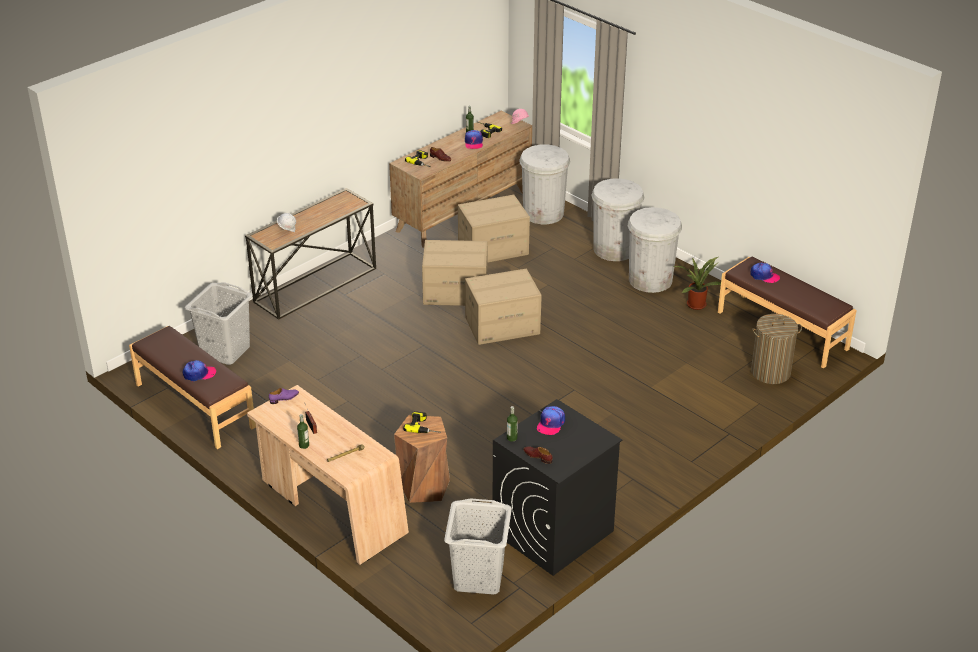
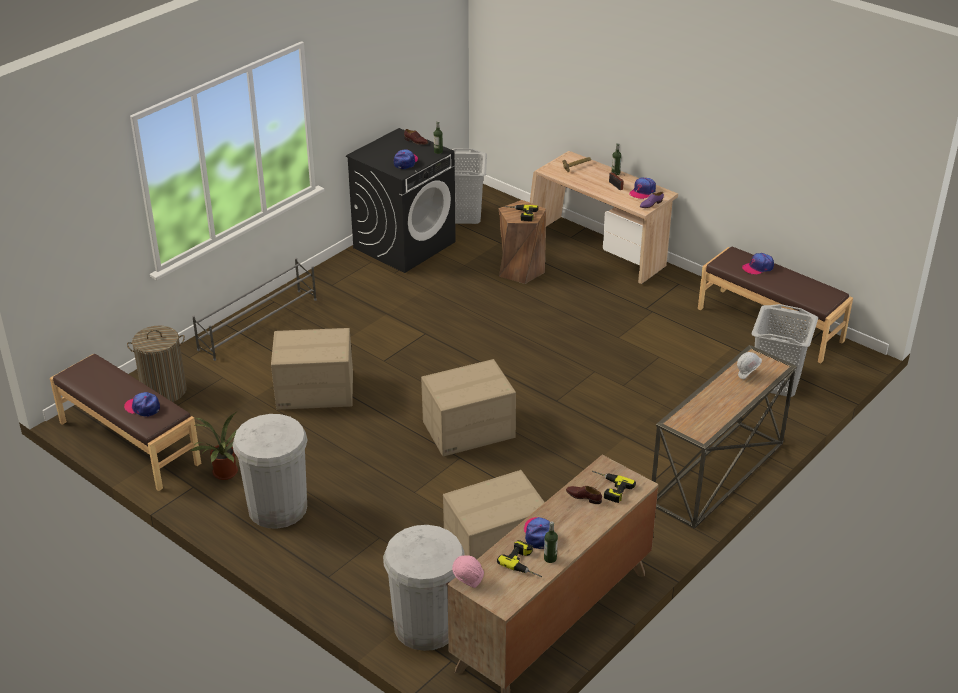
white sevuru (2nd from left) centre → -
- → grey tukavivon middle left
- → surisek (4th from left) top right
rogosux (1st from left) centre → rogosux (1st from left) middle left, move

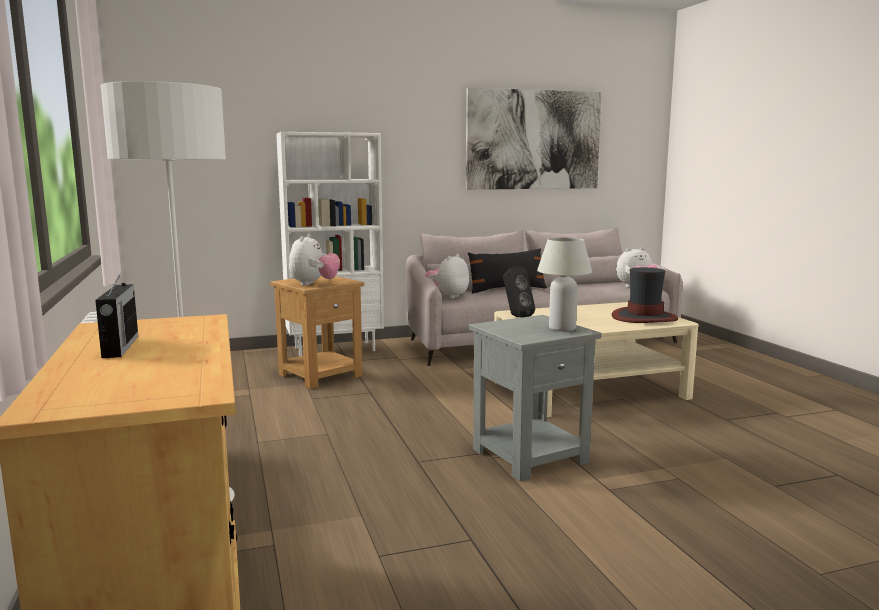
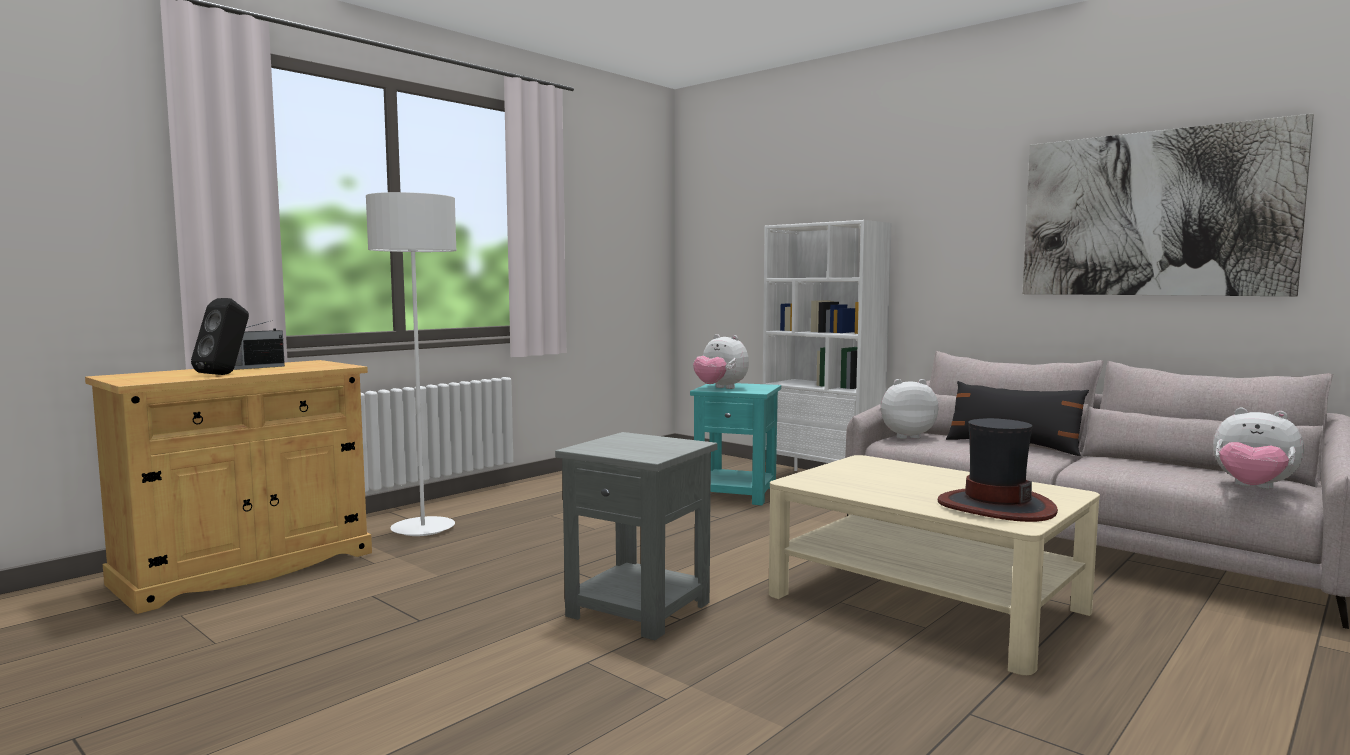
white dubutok centre → -
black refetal centre → black refetal middle left, move
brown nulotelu centre → turquoise nulotelu centre
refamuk (1st from left) centre, 60 degrees clockwise

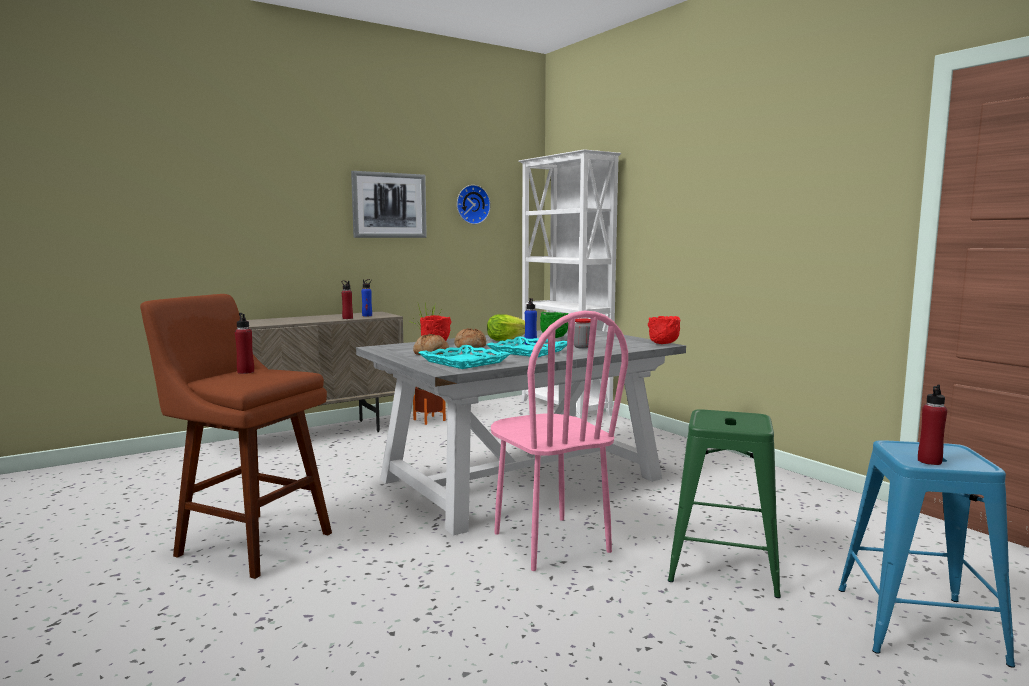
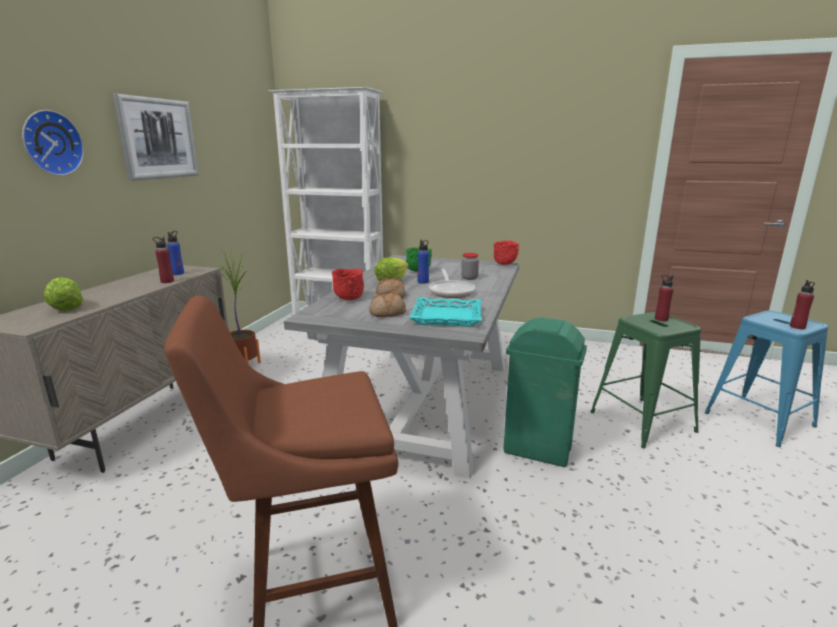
- → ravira (1st from left) middle left
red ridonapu (1st from left in the first image) middle left → red ridonapu (2nd from left) middle right, move
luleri top centre → luleri top left, move
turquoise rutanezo (2nd from left) centre → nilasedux centre
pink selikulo centre → green sevuru centre

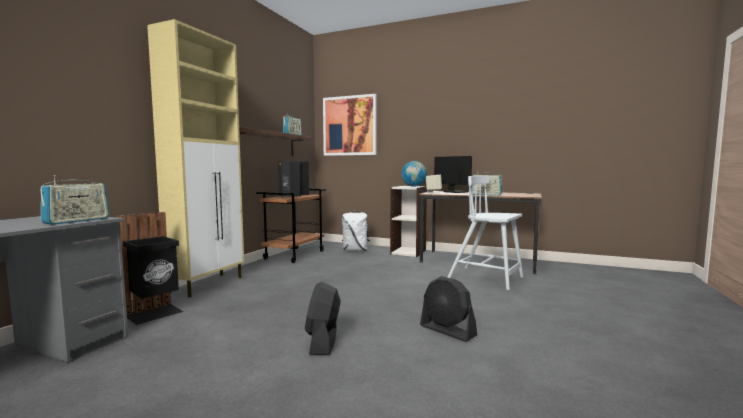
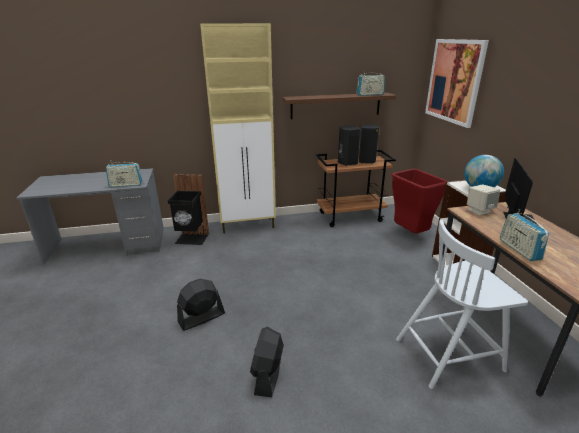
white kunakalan centre → red sevuru middle right
white selikulo centre → white selikulo bottom right, 105 degrees counterclockwise

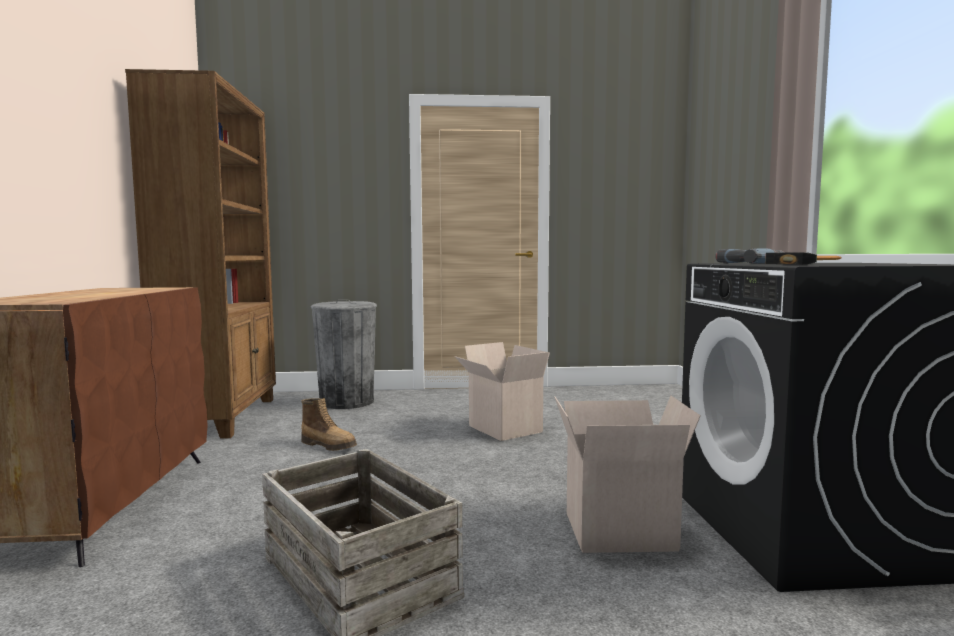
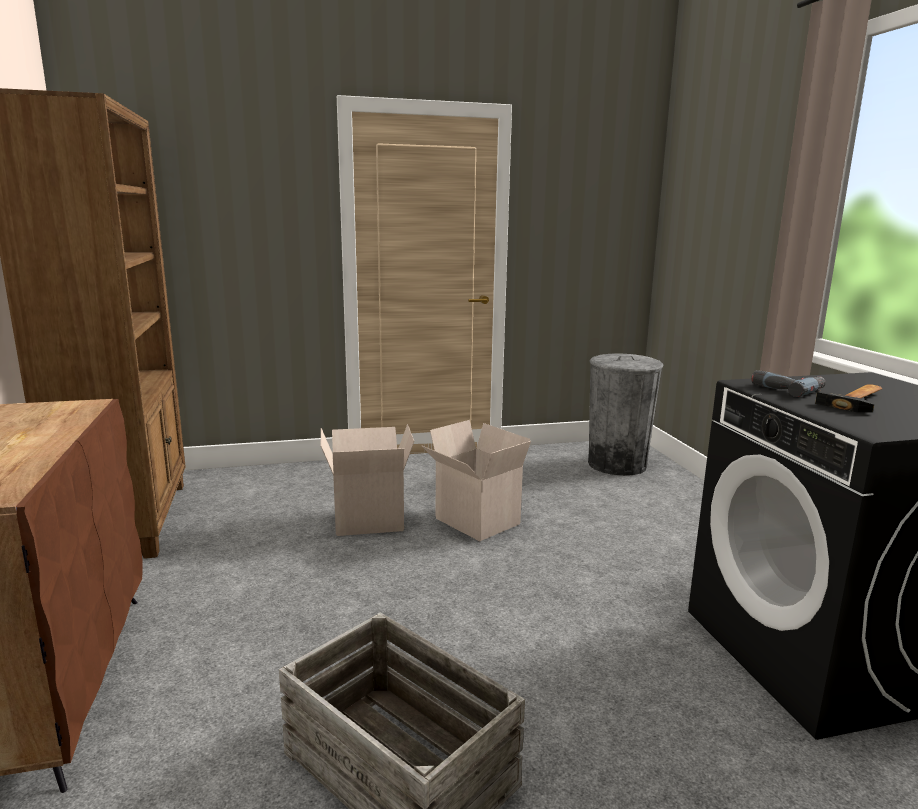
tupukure bottom centre → -
grey sevuru centre → grey sevuru middle right, move
rogosux (2nd from left in the first image) bottom centre → rogosux (1st from left) centre, move

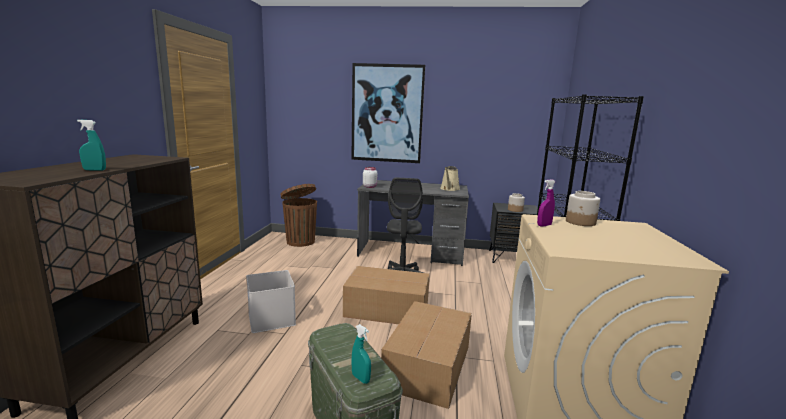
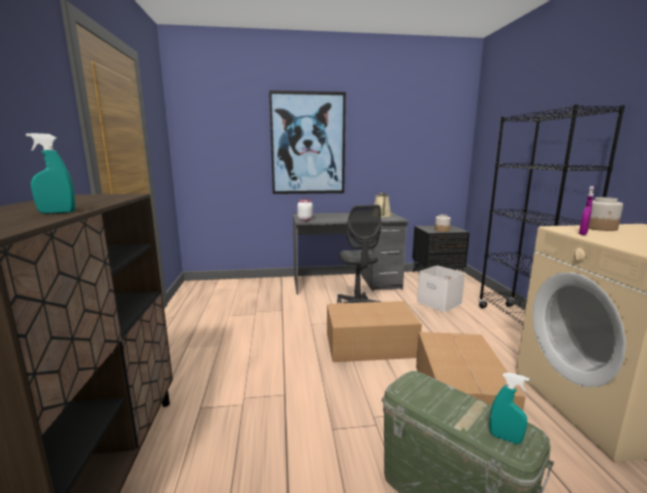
brown sevuru centre → -
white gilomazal bottom centre → white gilomazal middle right, move

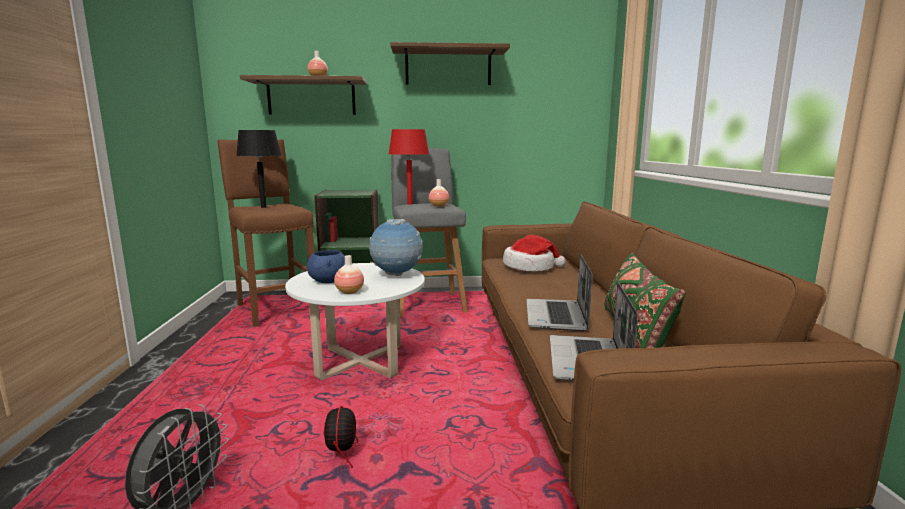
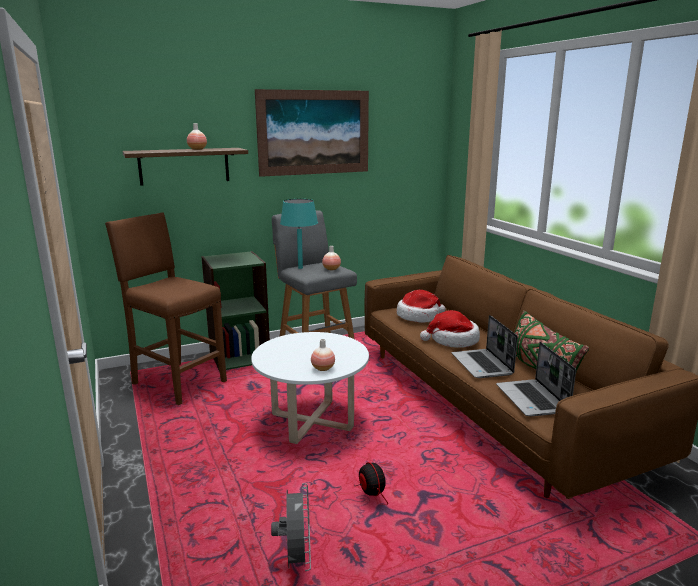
black dubutok top left → -
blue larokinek centre → -
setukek centre → -
- → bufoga (2nd from left) centre
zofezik (2nd from left) top centre → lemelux top centre
red dubutok top centre → turquoise dubutok centre

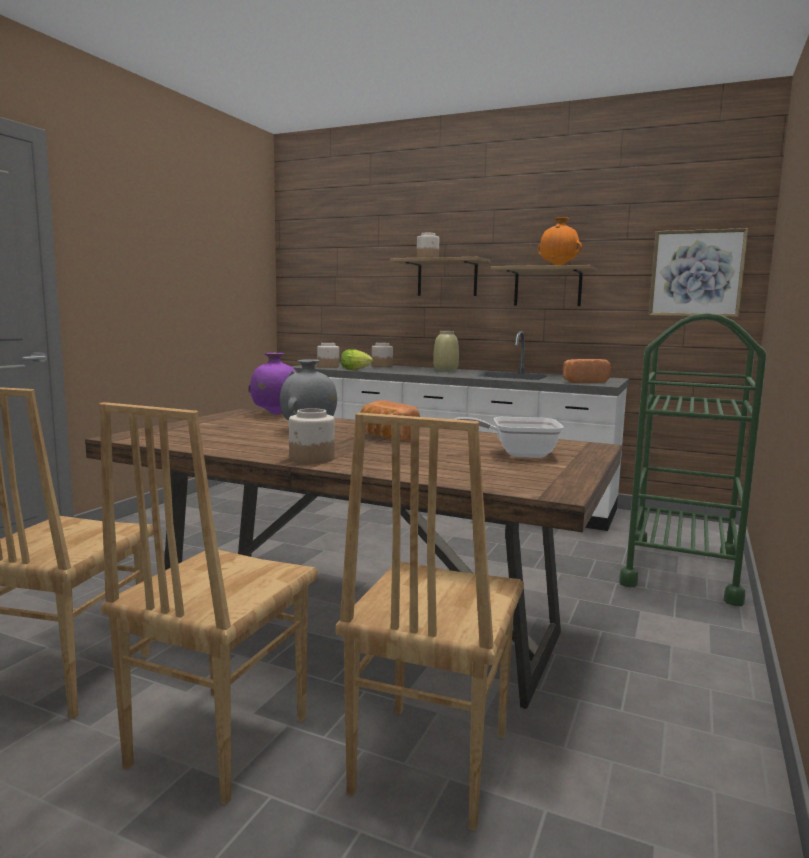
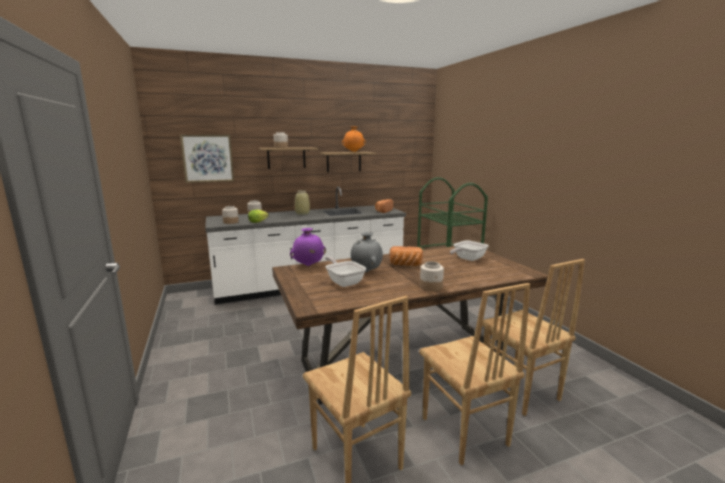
- → nilasedux (1st from left) centre
lemelux top right → lemelux top left, move

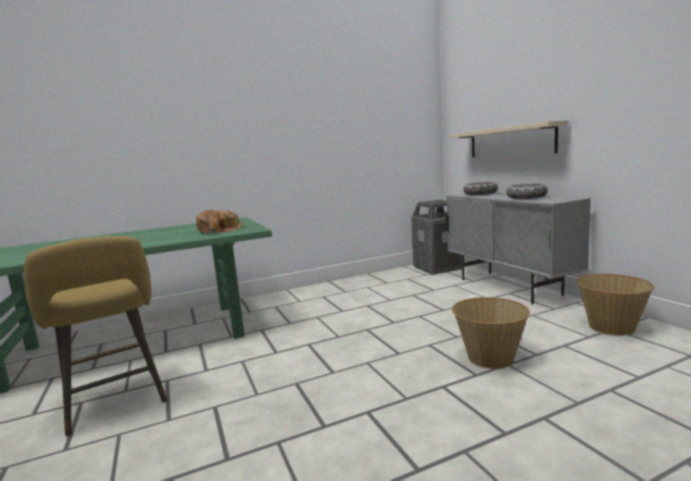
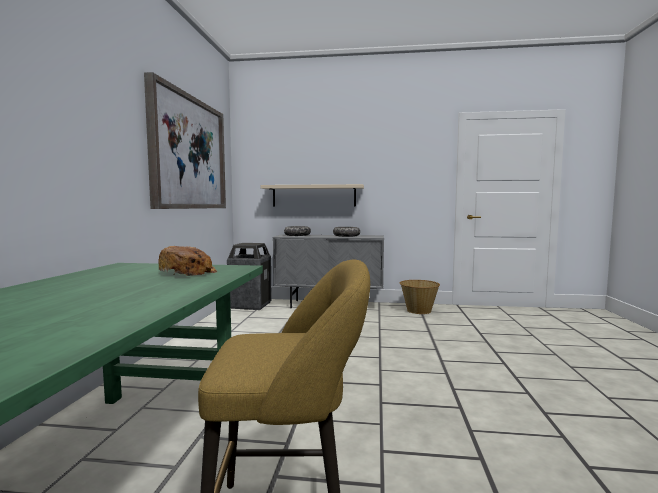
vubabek (1st from left) bottom right → -
- → lemelux top left

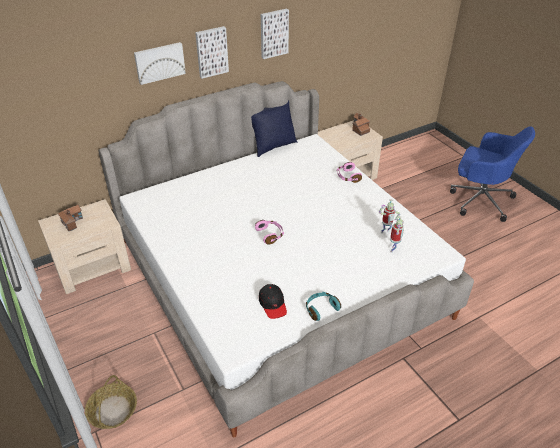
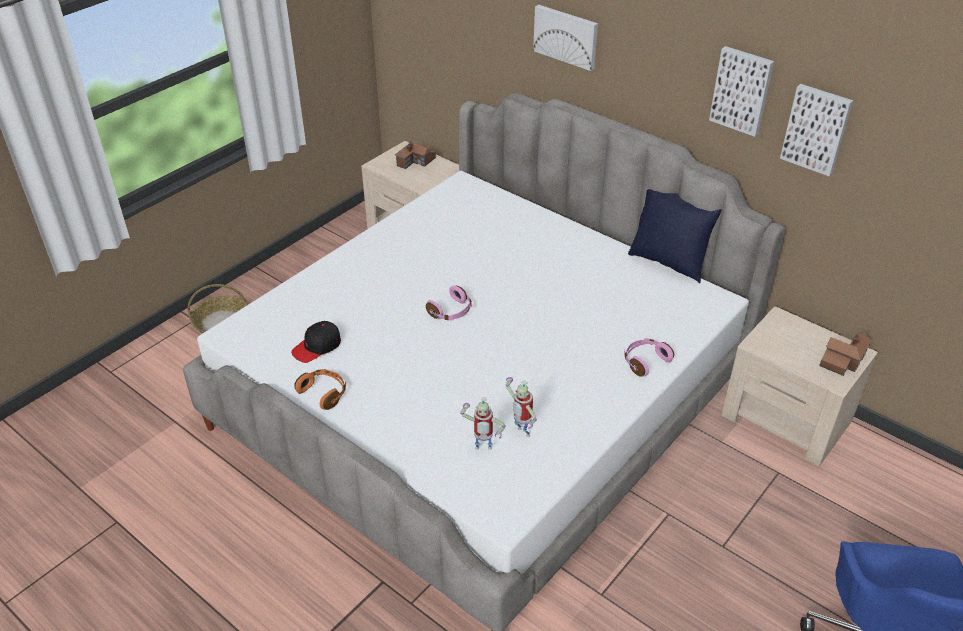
lemelux (2nd from left in the first image) top centre → lemelux (3rd from left) top right, move
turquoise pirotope bottom centre → orange pirotope middle left

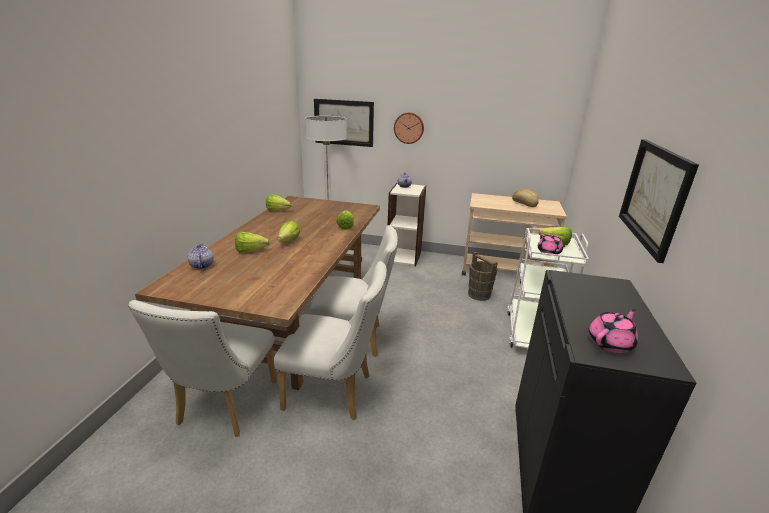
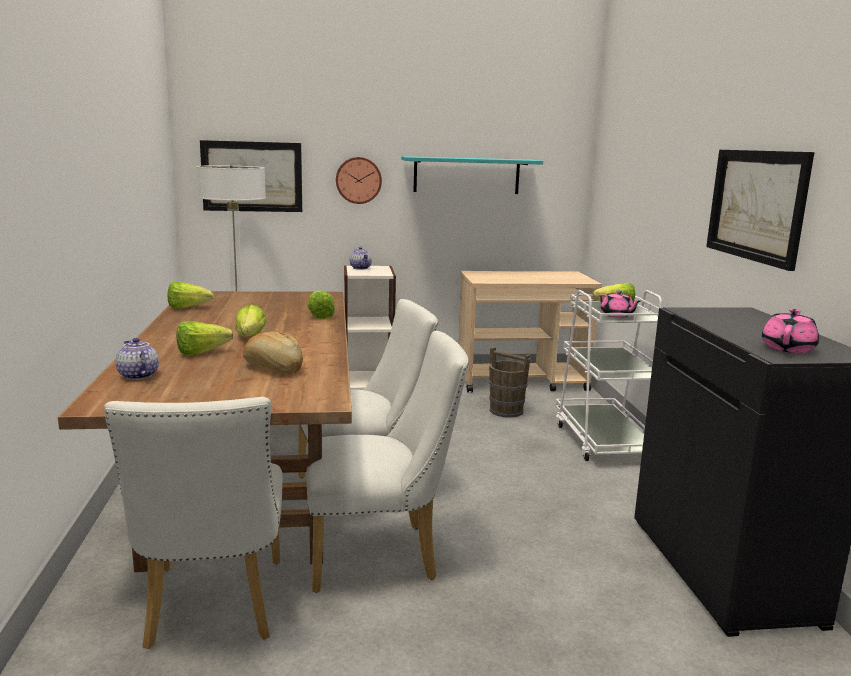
- → turquoise zofezik top centre
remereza middle right → remereza middle left, move

